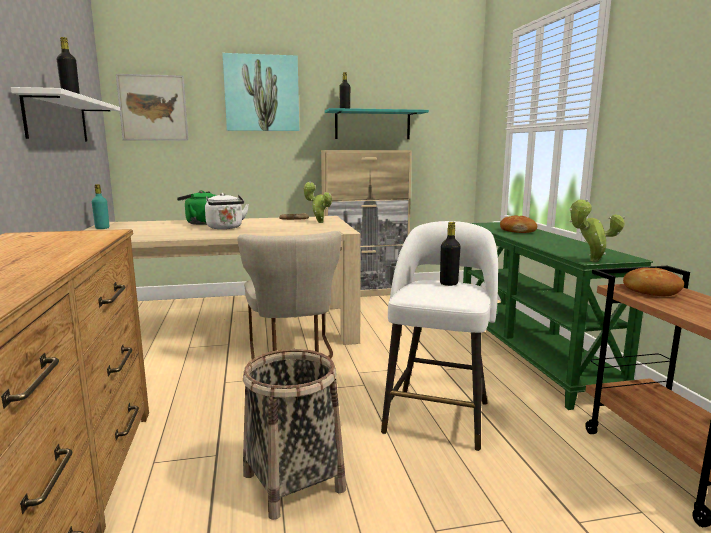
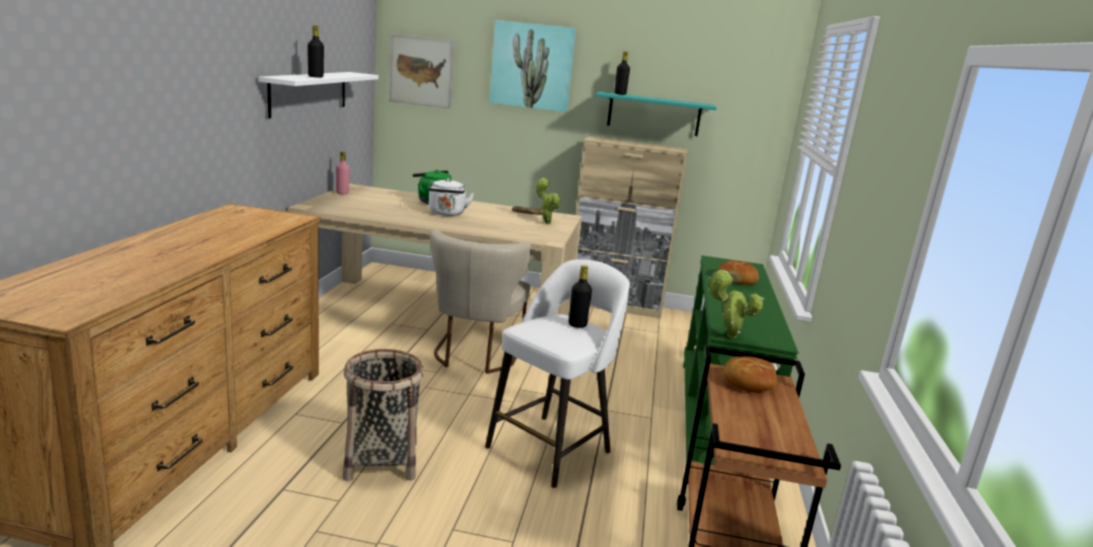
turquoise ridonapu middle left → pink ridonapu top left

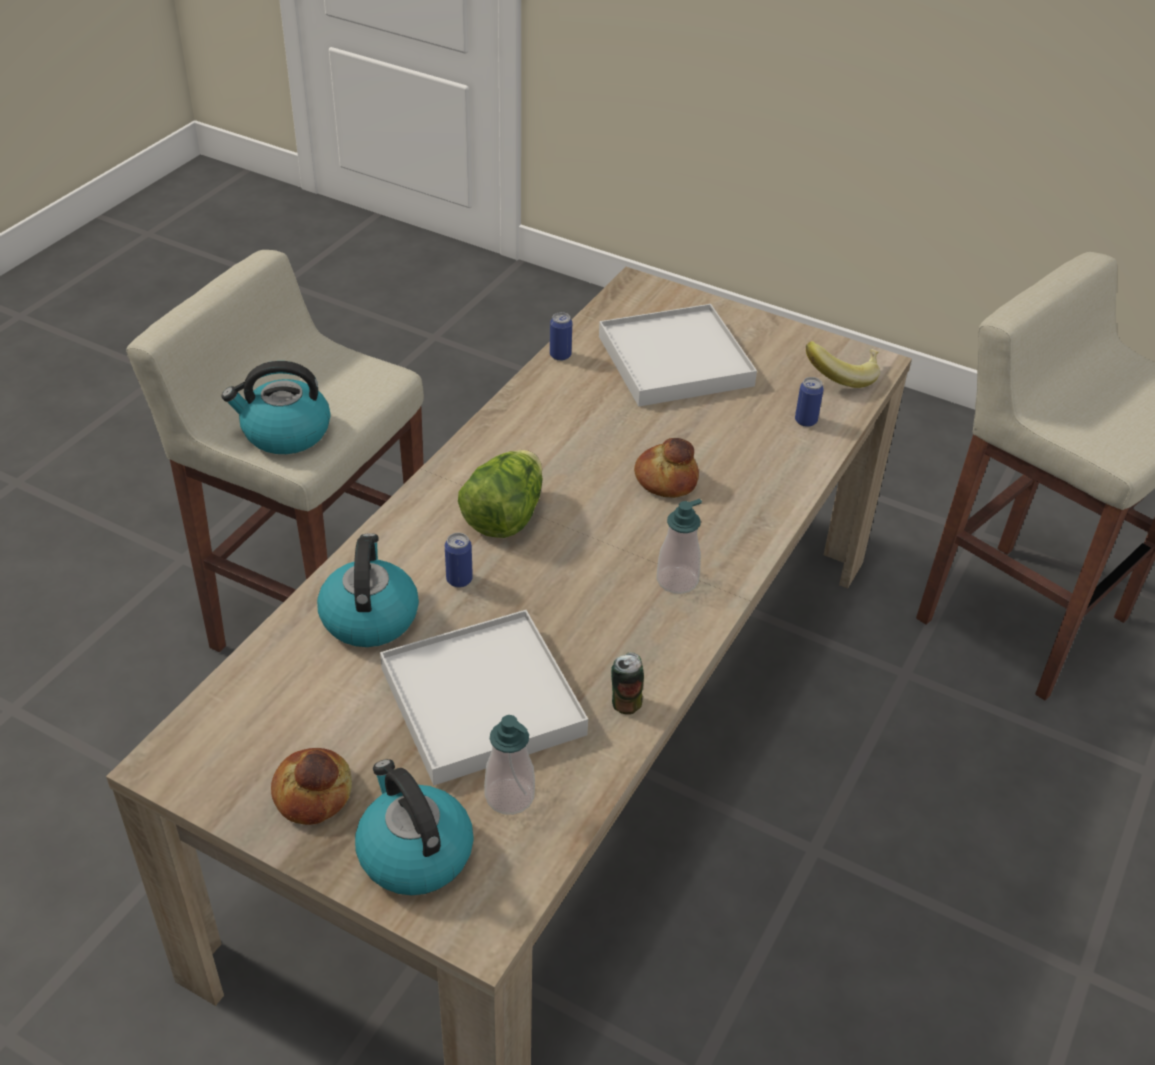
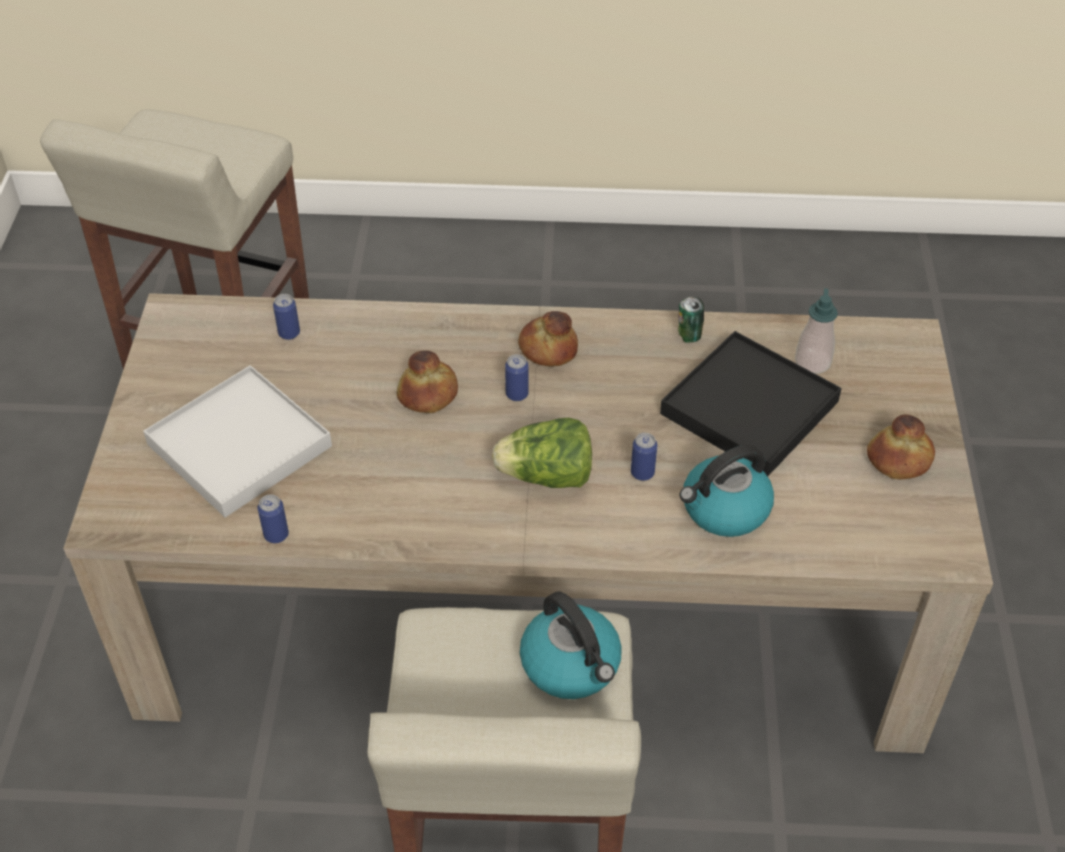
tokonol (3rd from left) bottom centre → -
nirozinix middle right → -
- → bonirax (3rd from left) centre
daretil (2nd from left) centre → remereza (2nd from left) centre
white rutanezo (1st from left) centre → black rutanezo middle right

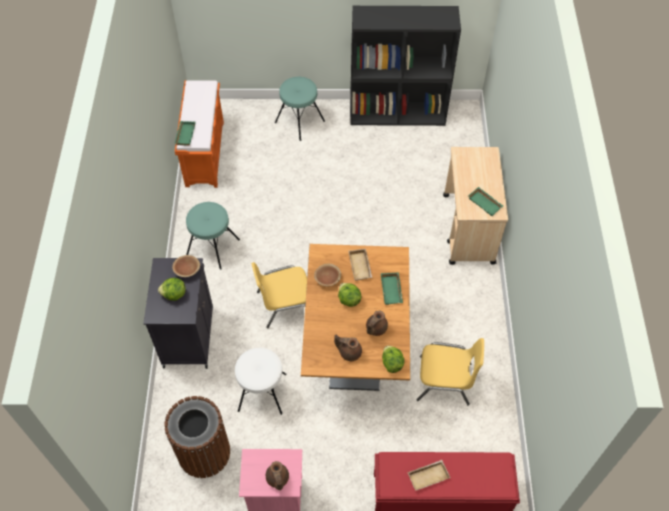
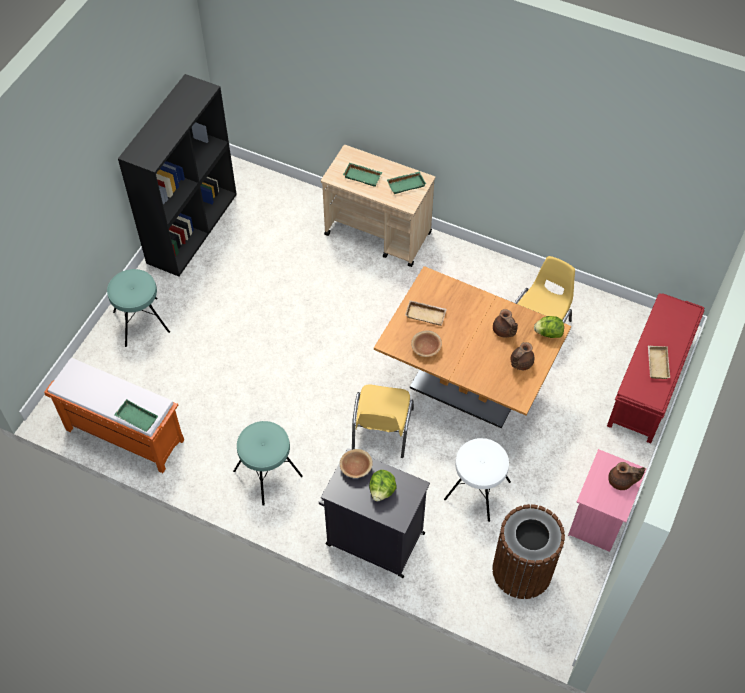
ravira (2nd from left) centre → -
green rutanezo (2nd from left) centre → green rutanezo (2nd from left) top centre, move

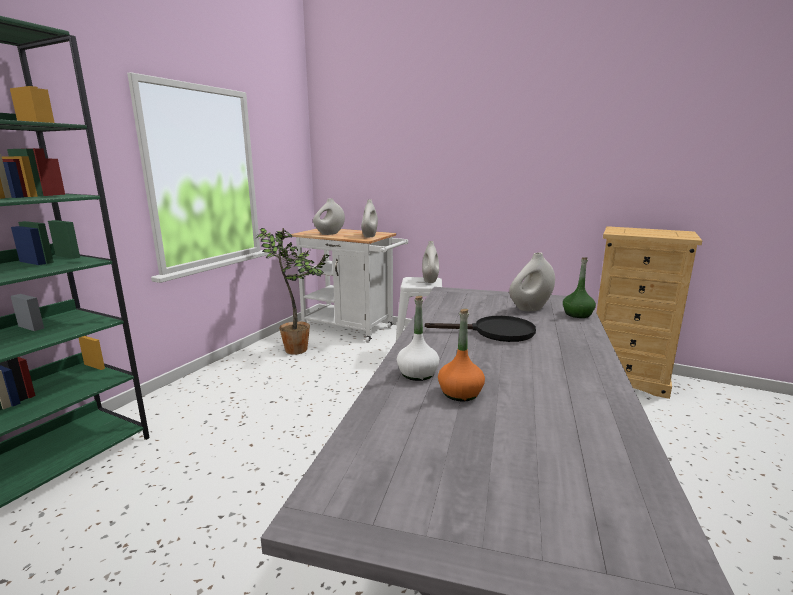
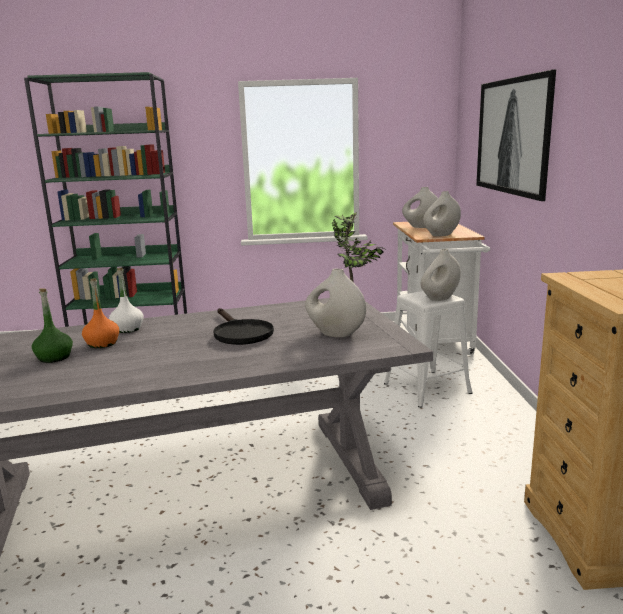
- → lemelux top right
green ridonapu middle right → green ridonapu middle left, move

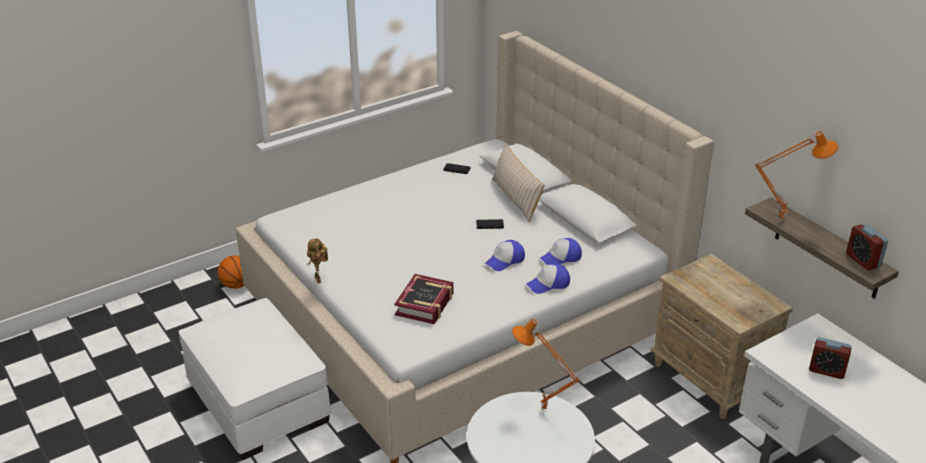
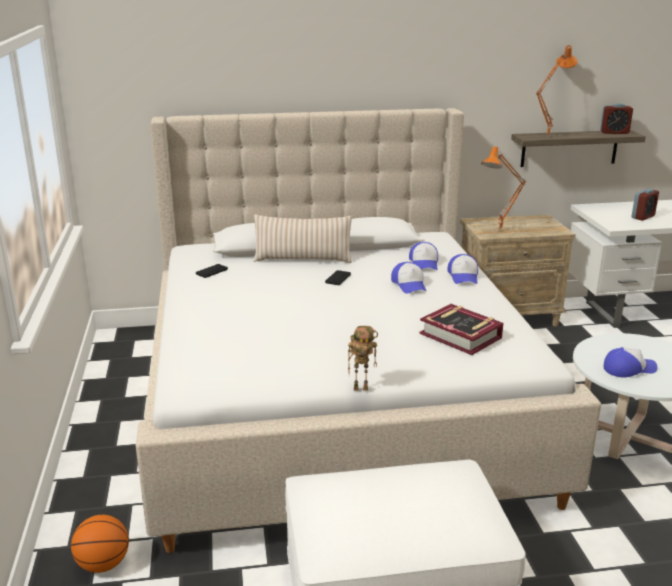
- → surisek (4th from left) middle right
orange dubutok (1st from left) bottom centre → orange dubutok (1st from left) top right, move

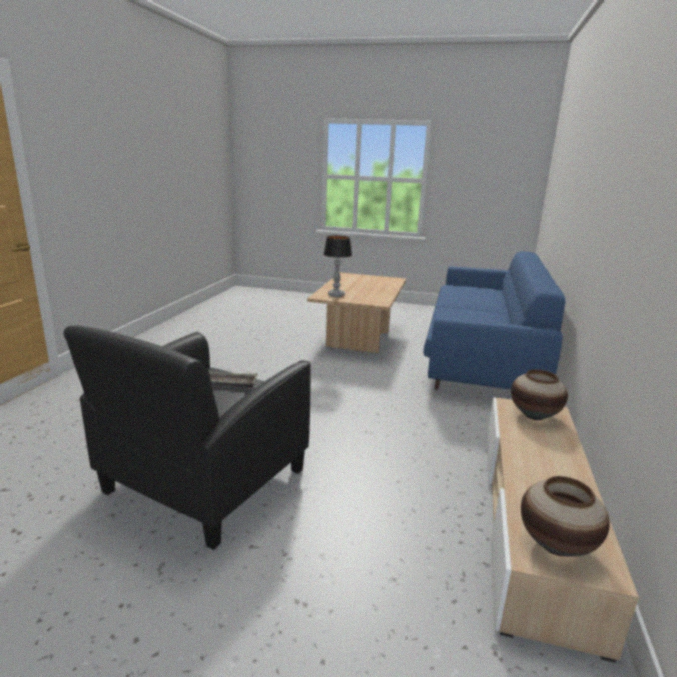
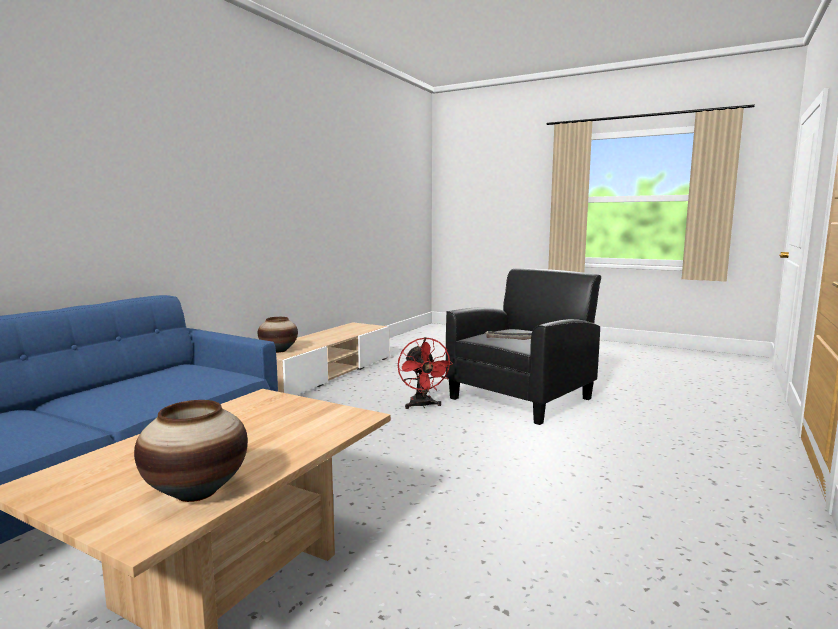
dubutok centre → -
- → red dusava centre
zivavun (2nd from left in the first image) bottom right → zivavun (1st from left) bottom left, move

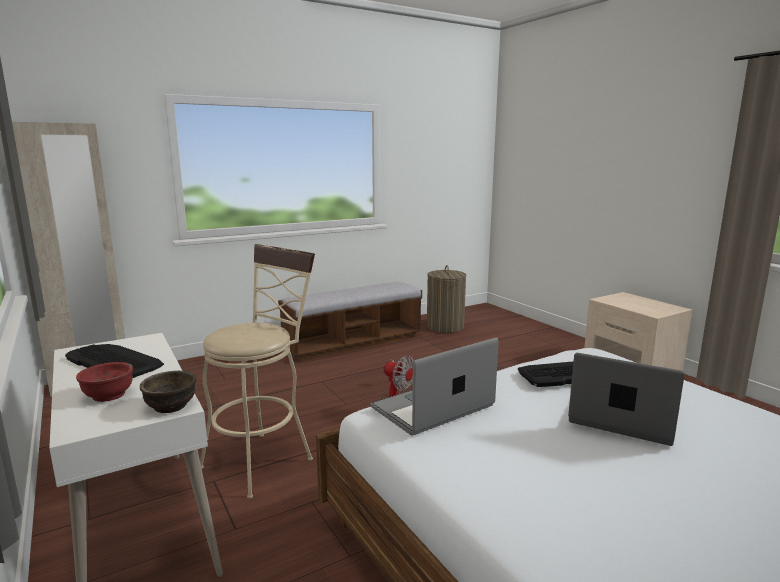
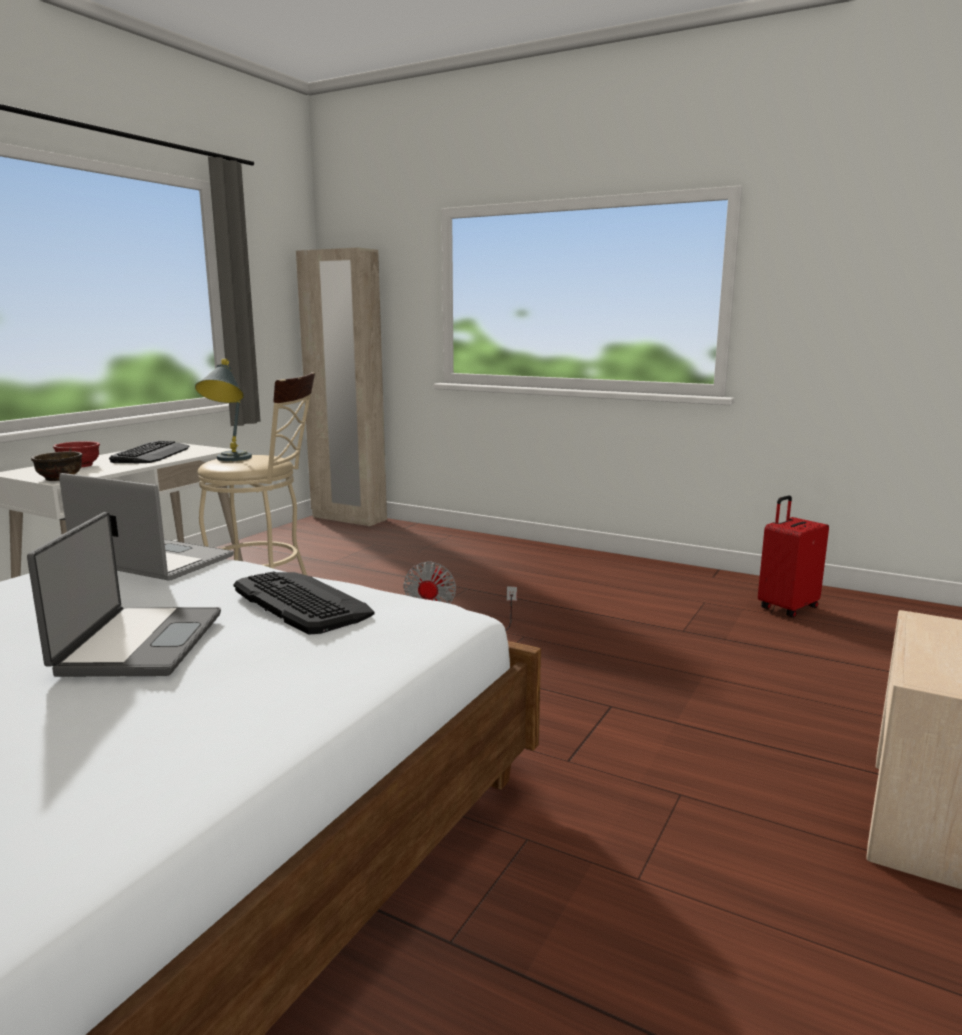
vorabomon centre → -
- → grey dubutok middle left
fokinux centre → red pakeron middle right

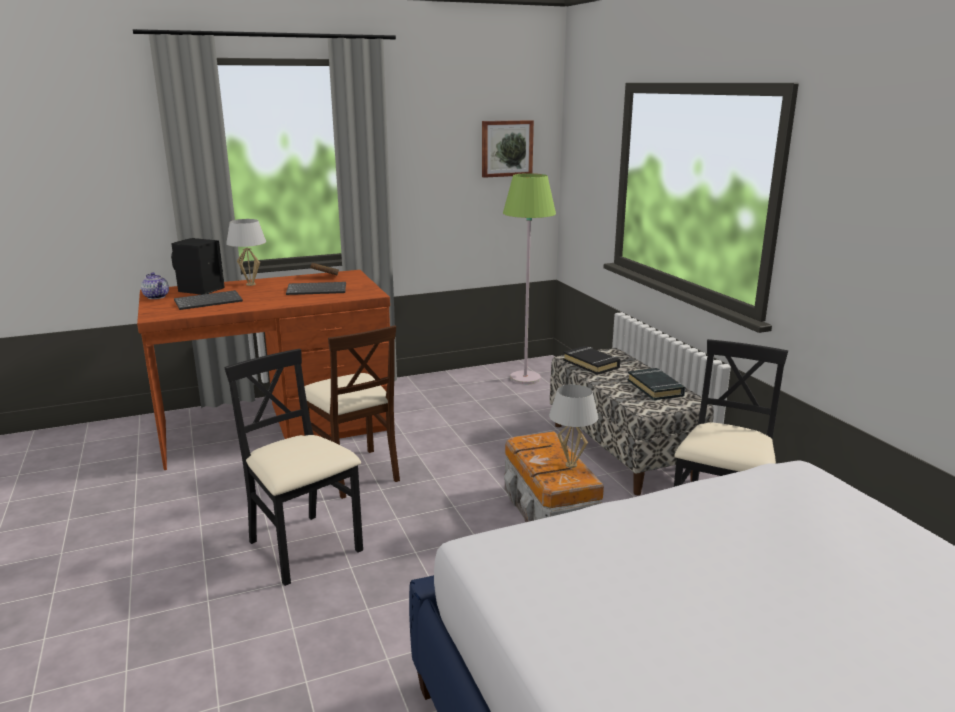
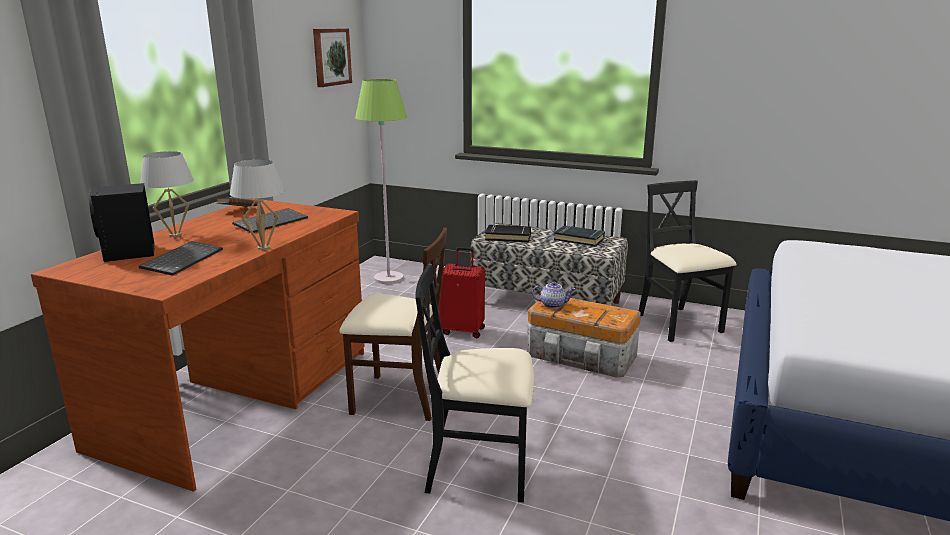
- → red pakeron centre
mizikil middle left → mizikil centre, move
white dubutok (2nd from left) centre → white dubutok (2nd from left) middle left, move

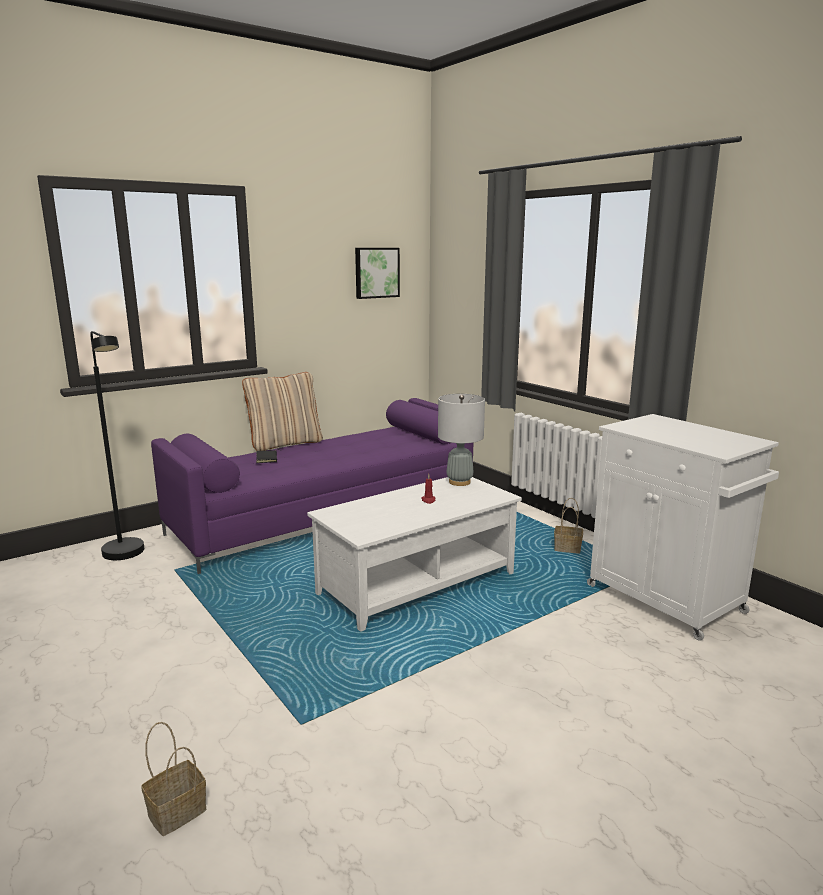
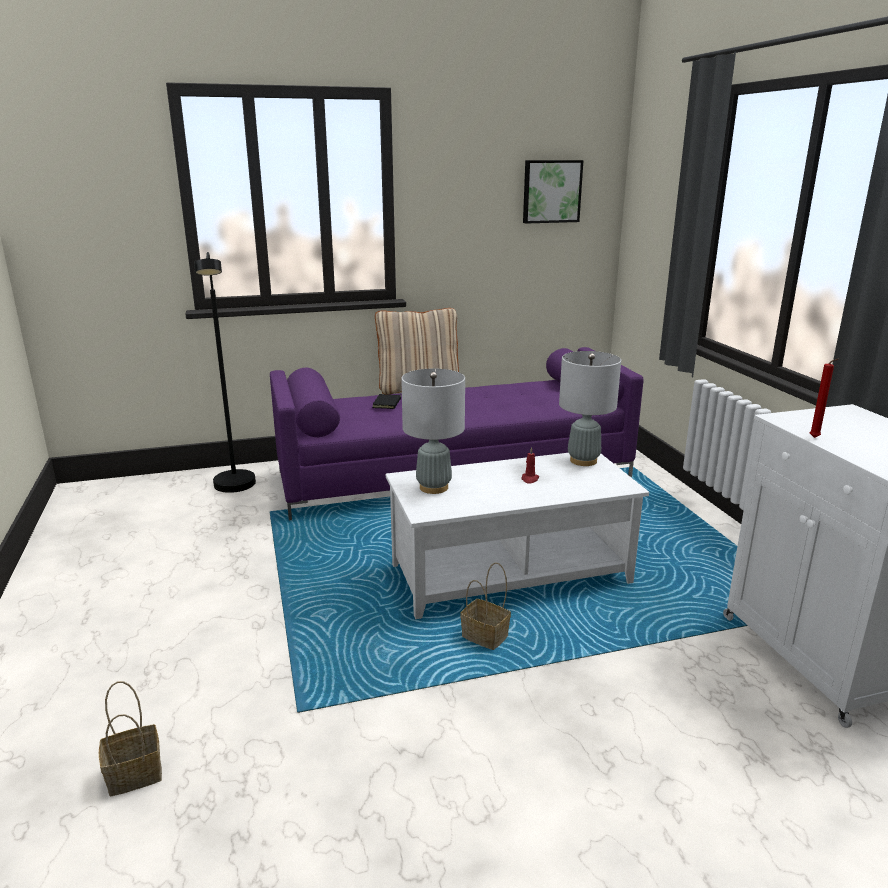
- → grey dubutok (1st from left) centre
- → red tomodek (2nd from left) middle right
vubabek (2nd from left) middle right → vubabek (2nd from left) bottom centre, move

